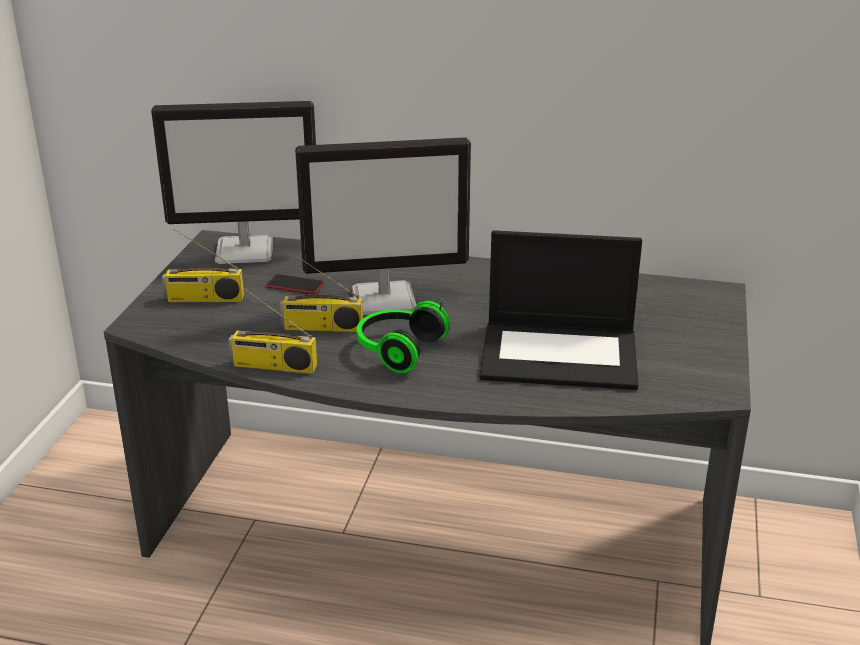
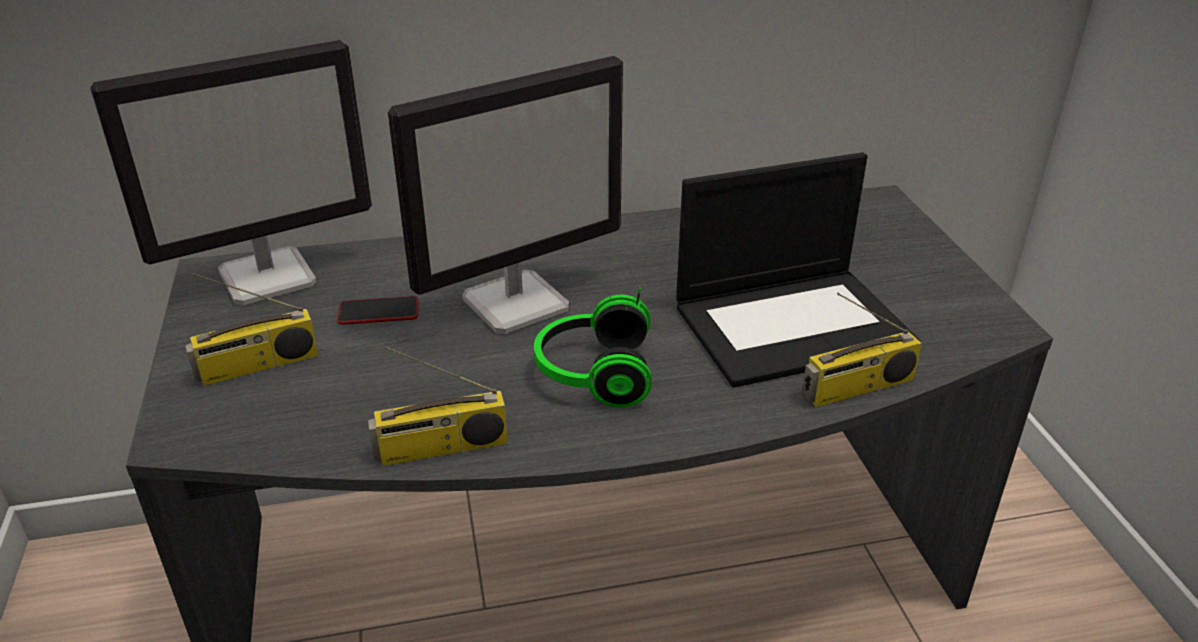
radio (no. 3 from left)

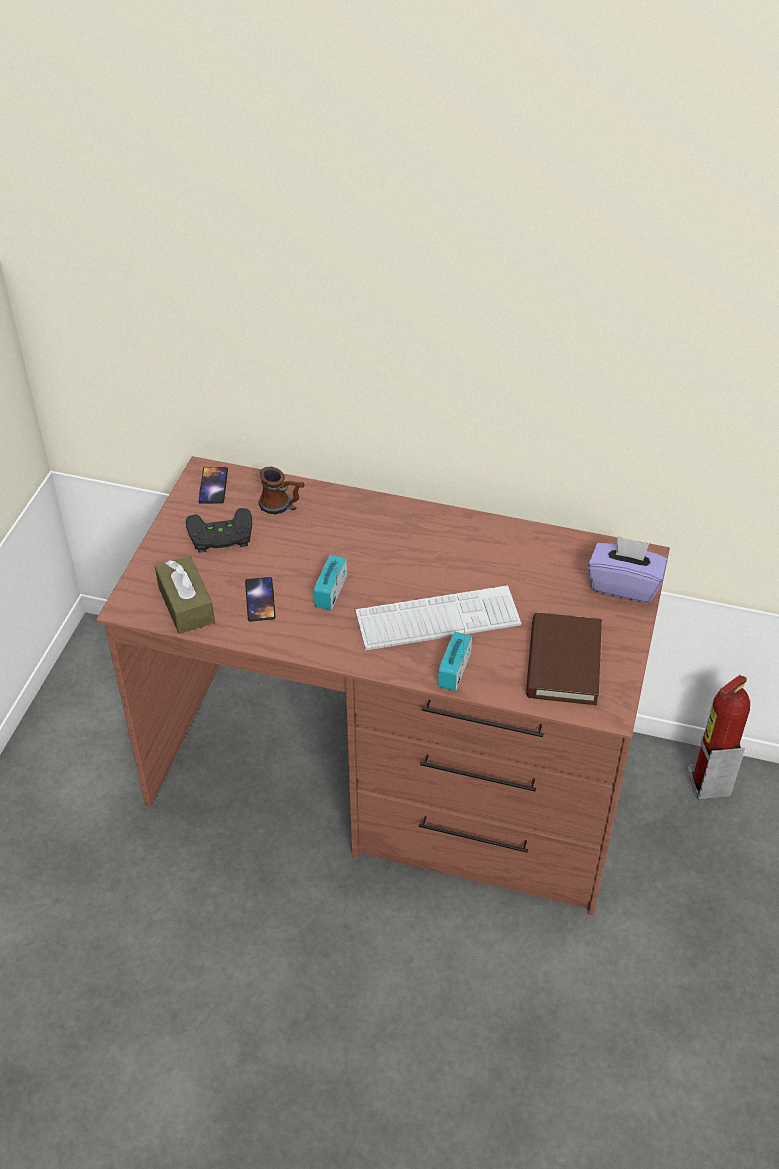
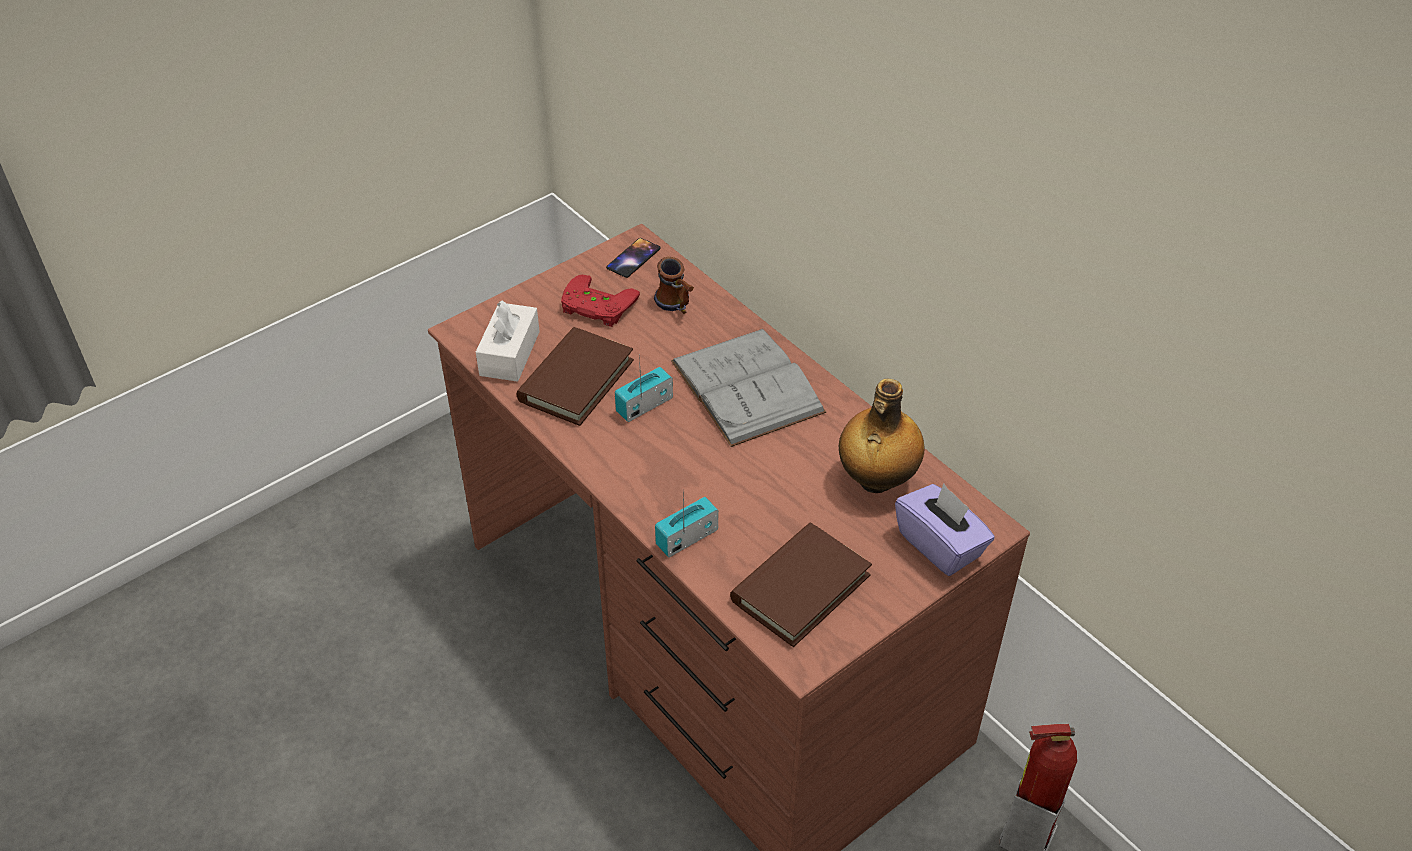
pad do gier [czerwony]
pudełko chusteczek [biały]
książka [brązowy] (no. 1 from left)
klawiatura
książka [szary]
butelka

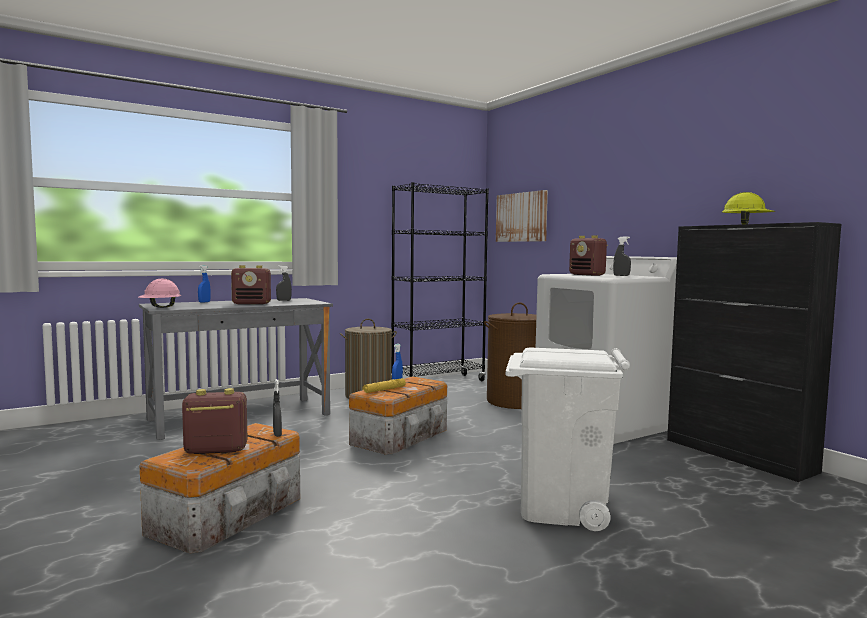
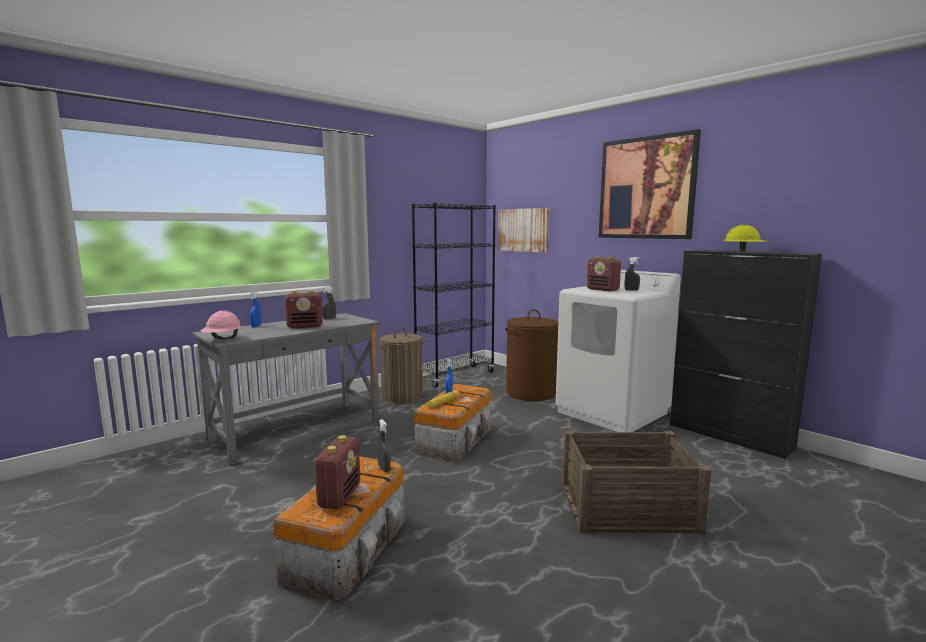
skrzynka
radio (no. 2 from left)
obraz (no. 2 from left)

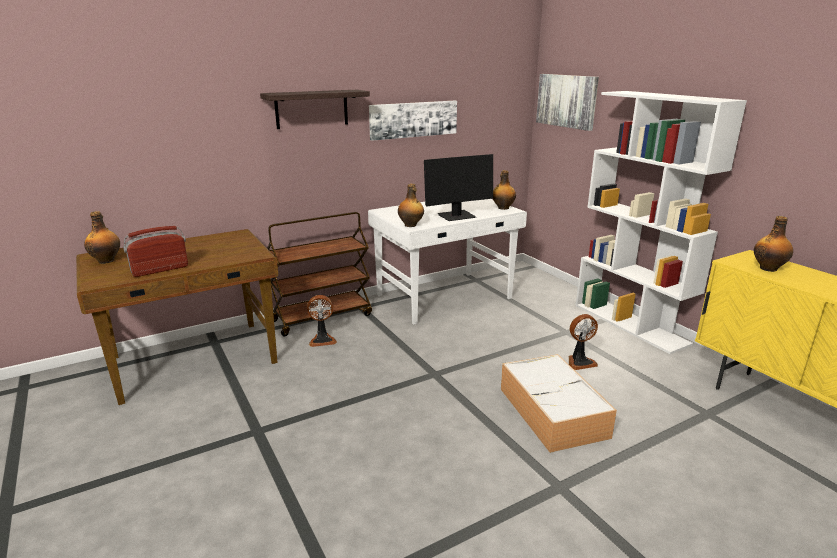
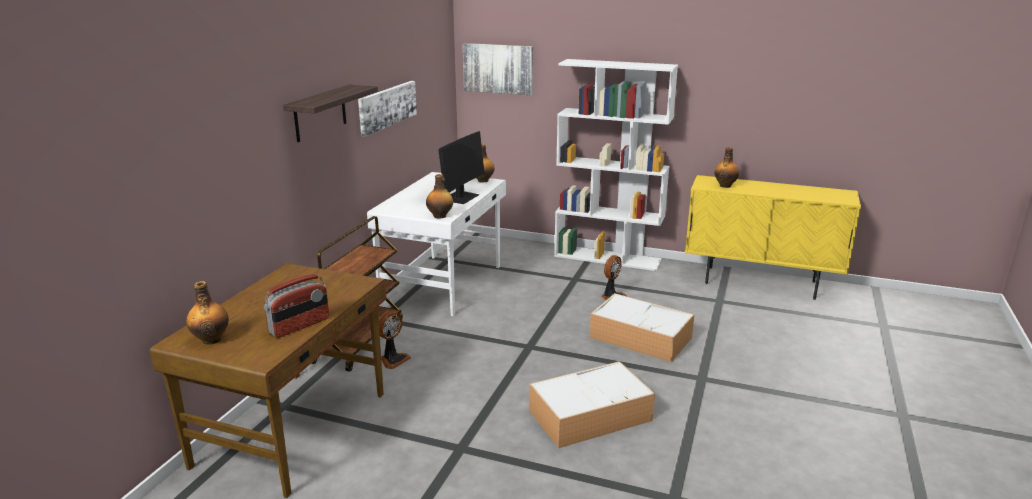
radio
pojemnik do przechowywania (no. 1 from left)

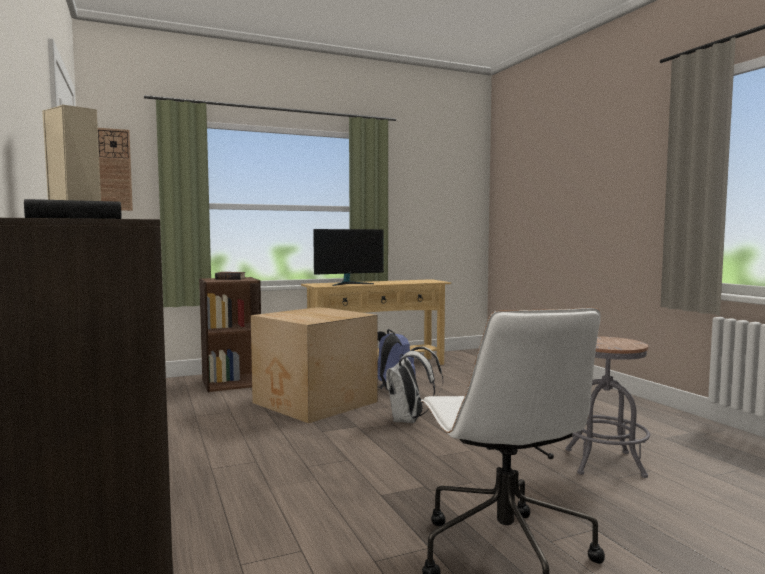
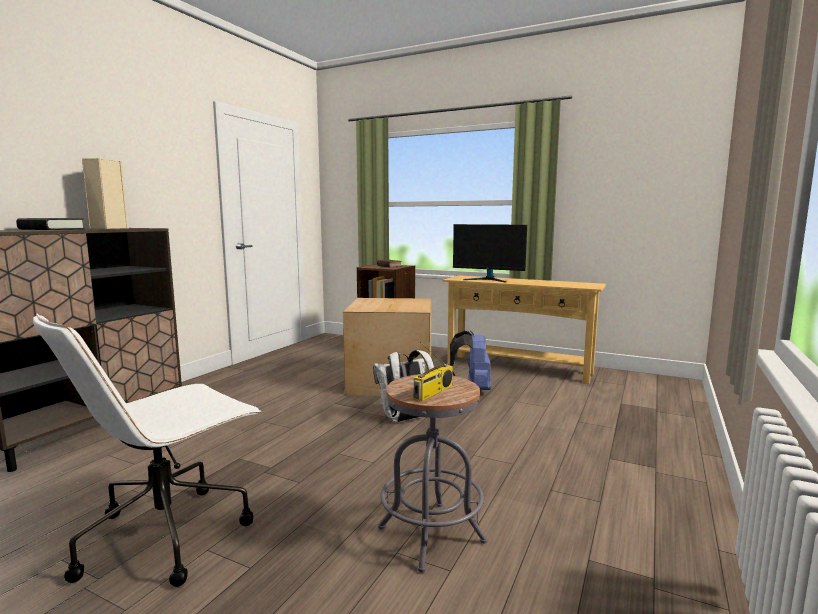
zegar ścienny
radio

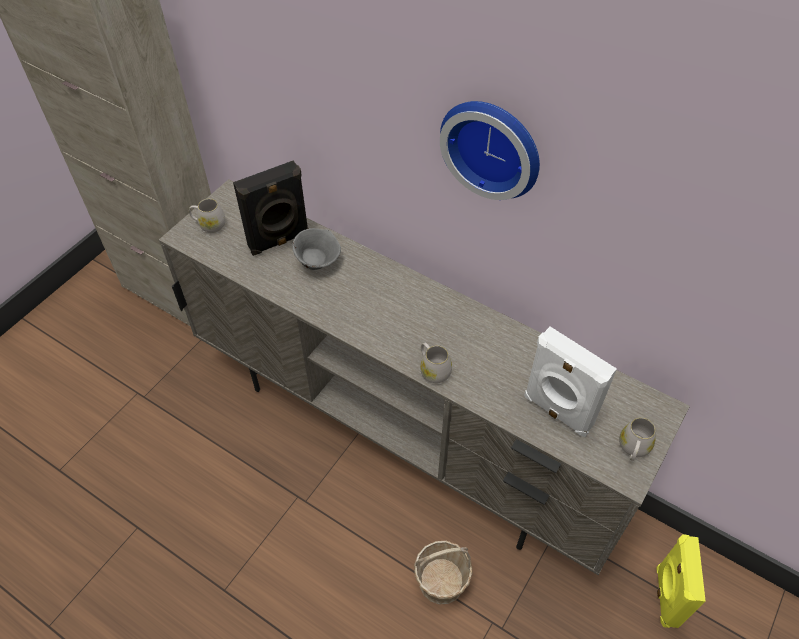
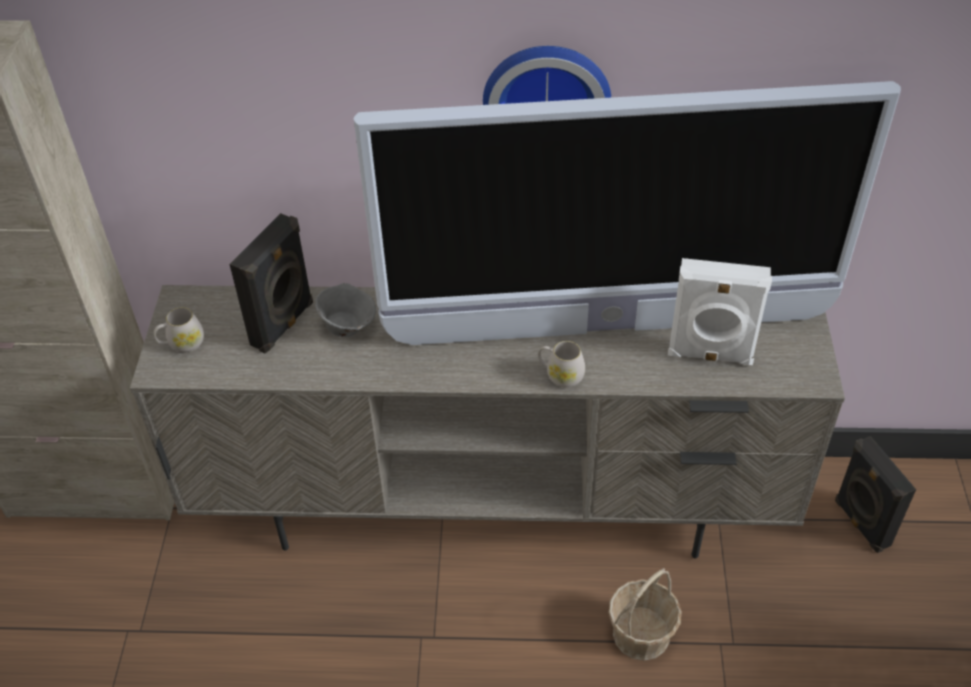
kubek [biały] (no. 3 from left in the first image)
głośnik [czarny] (no. 2 from left)
telewizor

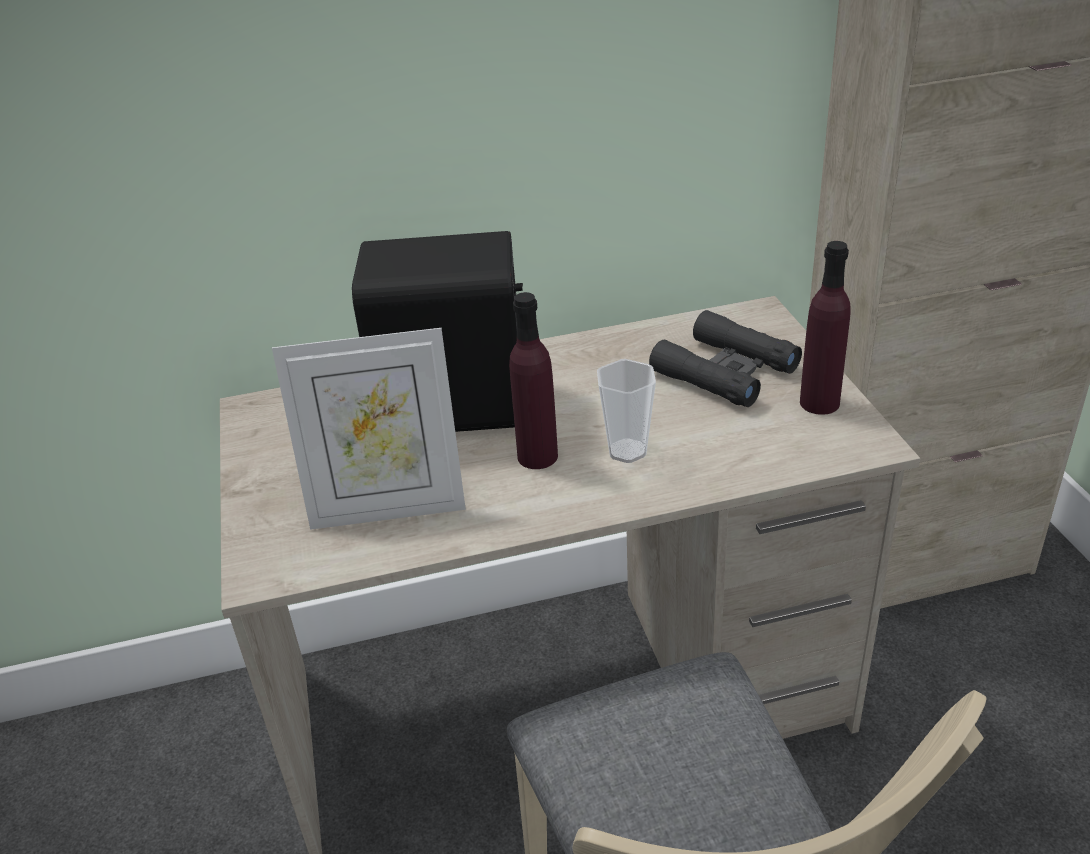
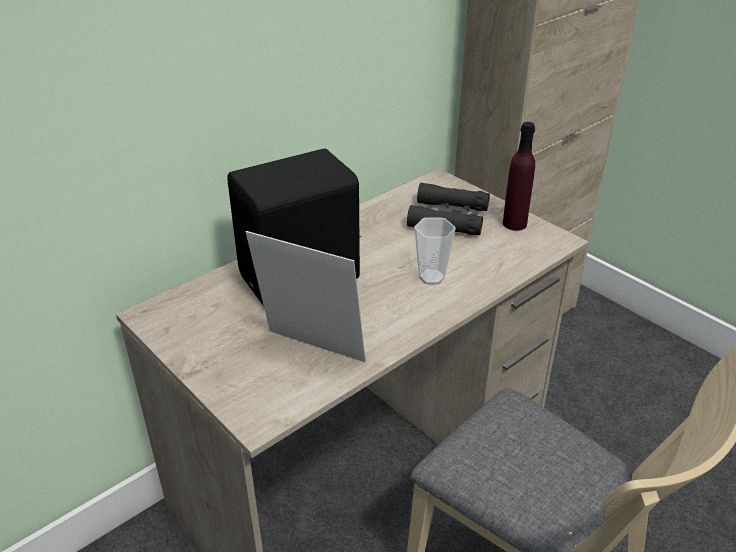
butelka [fioletowy] (no. 1 from left in the first image)
ramka na zdjęcie

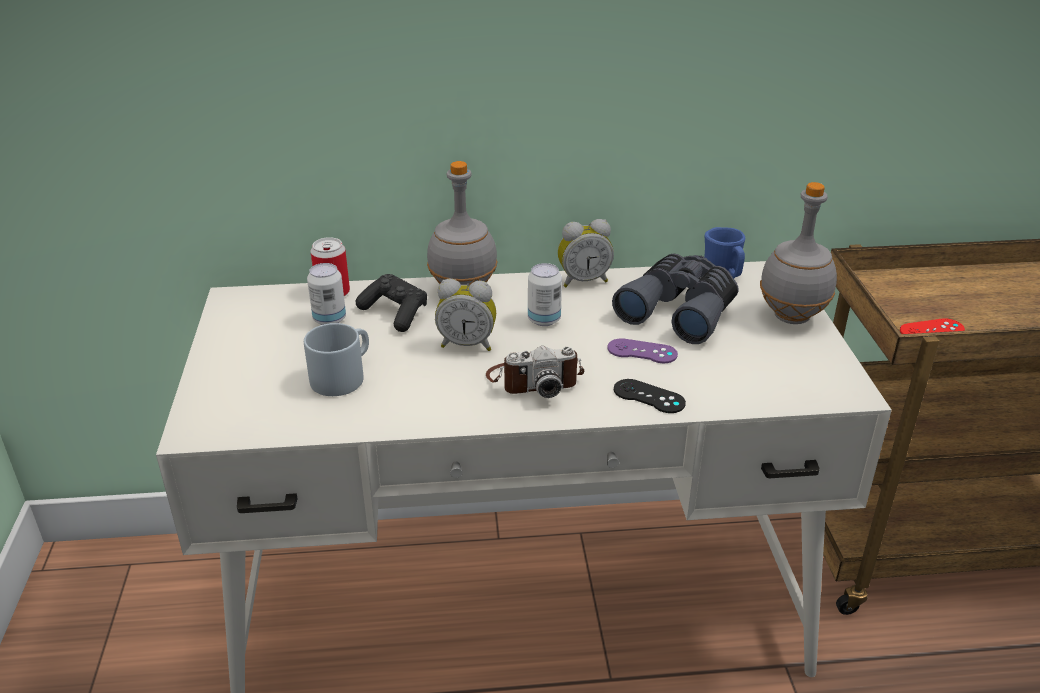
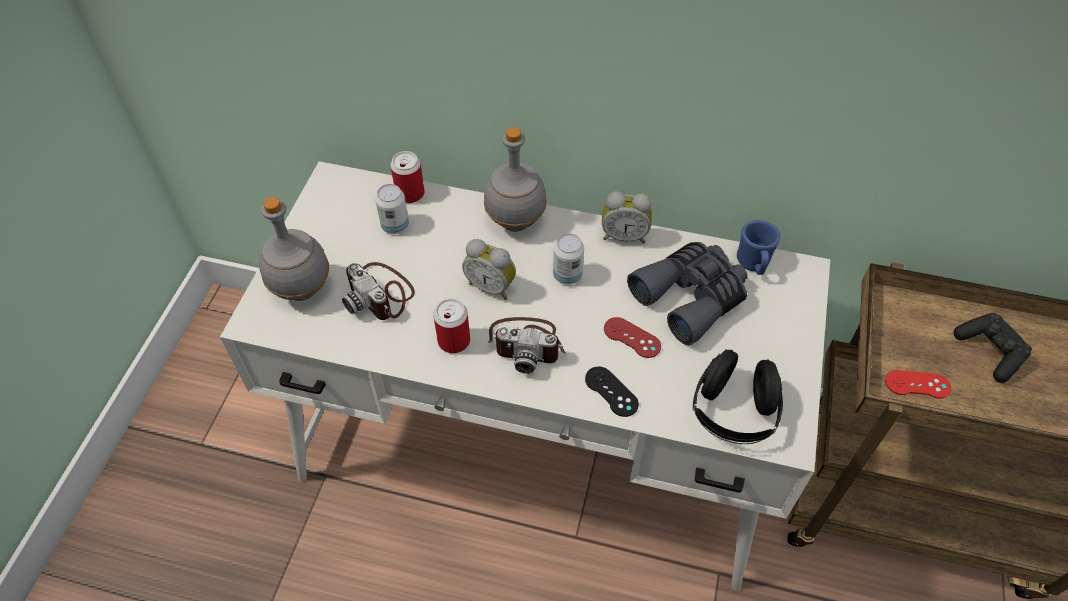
butelka [szary] (no. 1 from left)
pad do gier [czarny] (no. 2 from left)
aparat fotograficzny (no. 1 from left)
pad do gier [czerwony] (no. 1 from left)
puszka (no. 3 from left)
słuchawki [czarny]

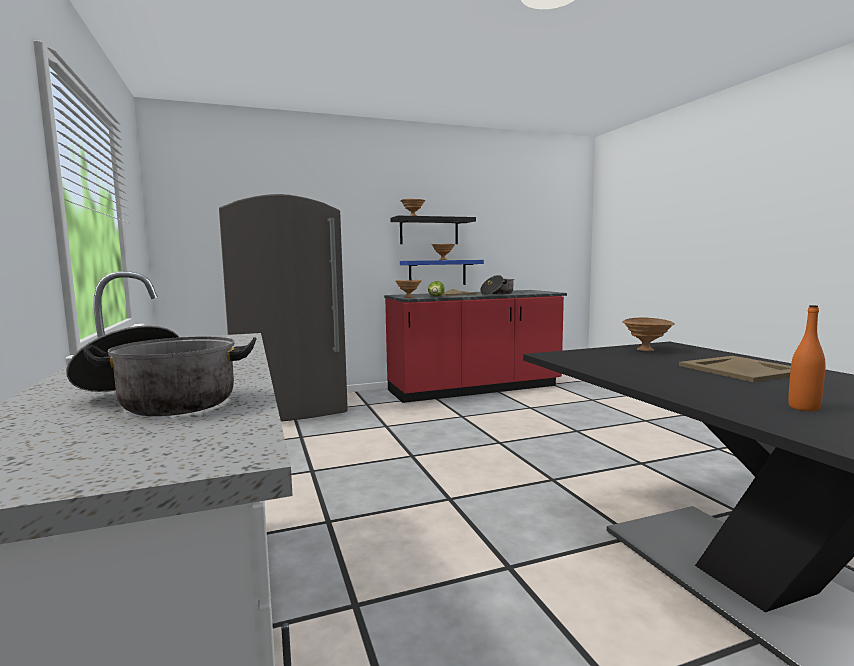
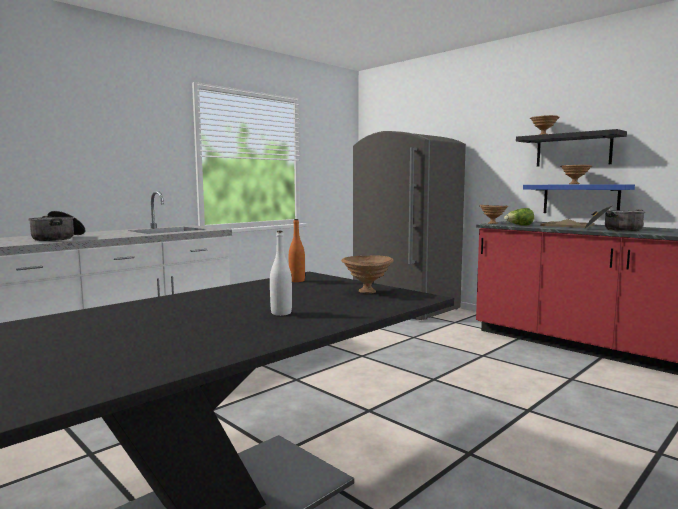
butelka [pomarańczowy]
butelka [biały]

